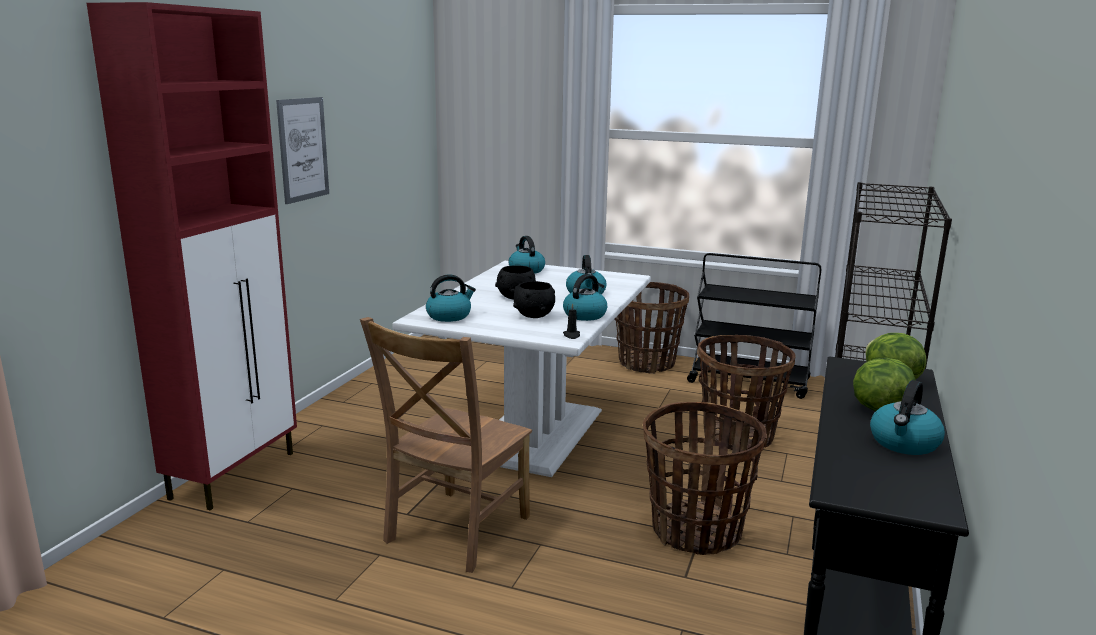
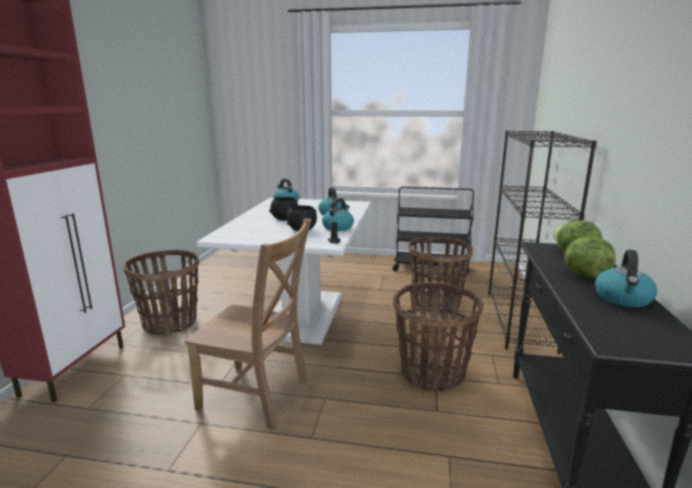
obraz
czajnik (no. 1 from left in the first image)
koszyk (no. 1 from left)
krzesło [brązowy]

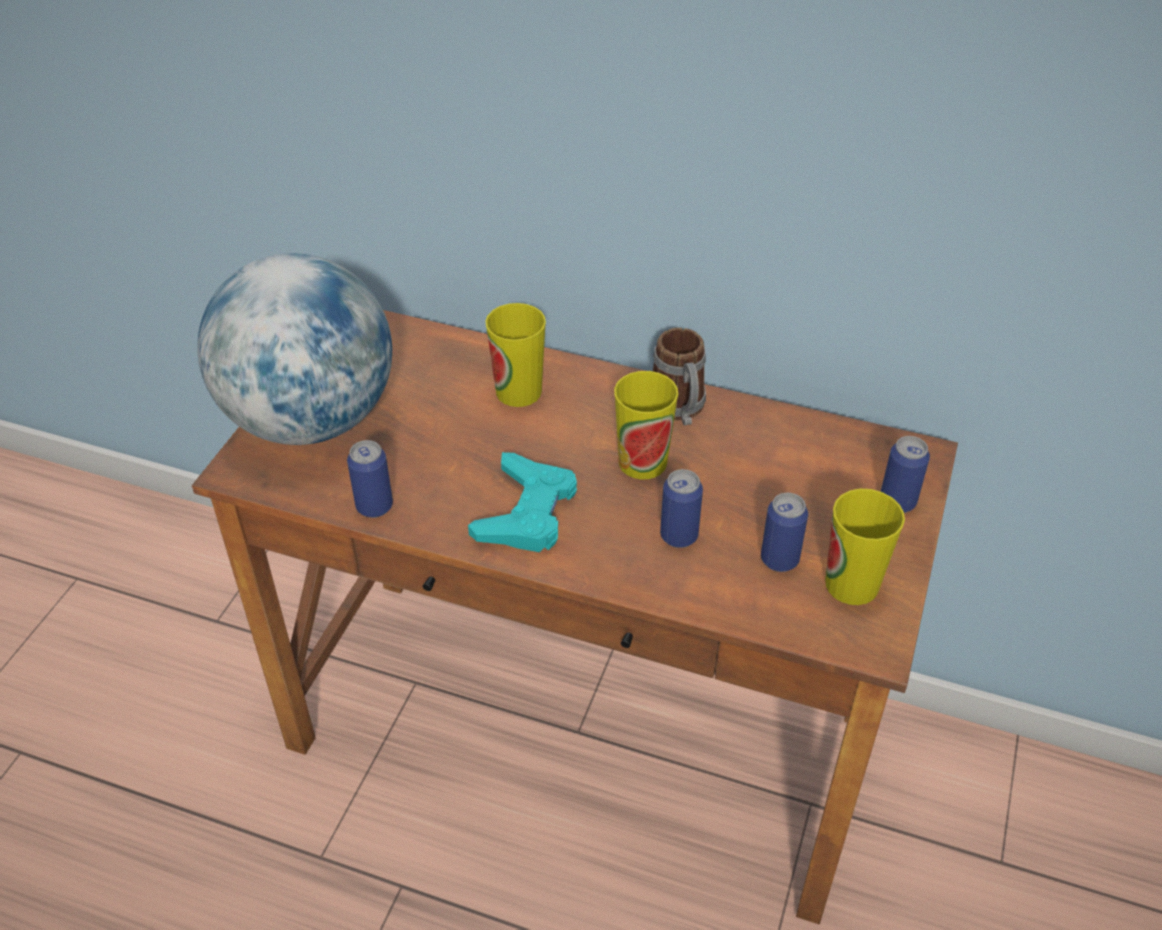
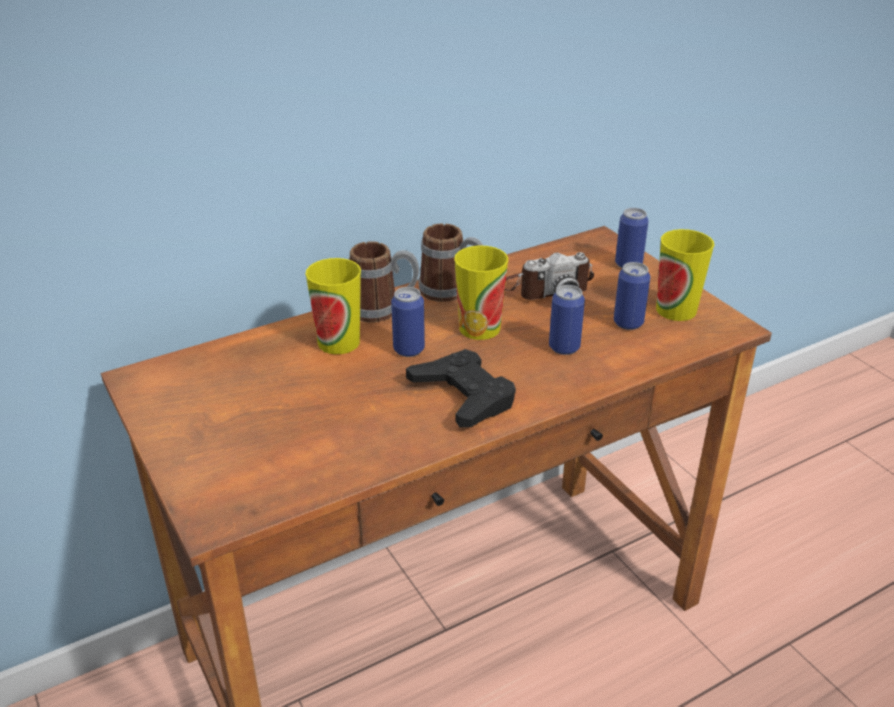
globus
puszka (no. 1 from left)
pad do gier [czarny]
kubek (no. 1 from left)
aparat fotograficzny

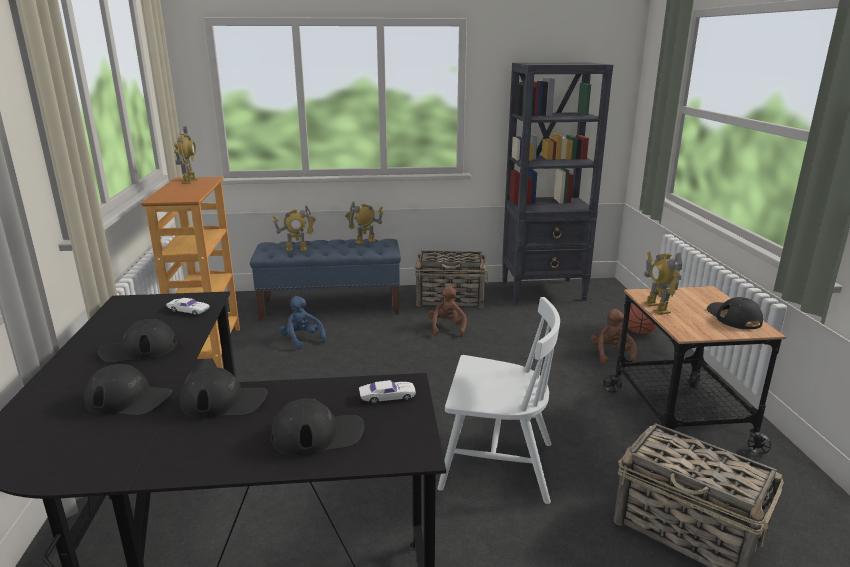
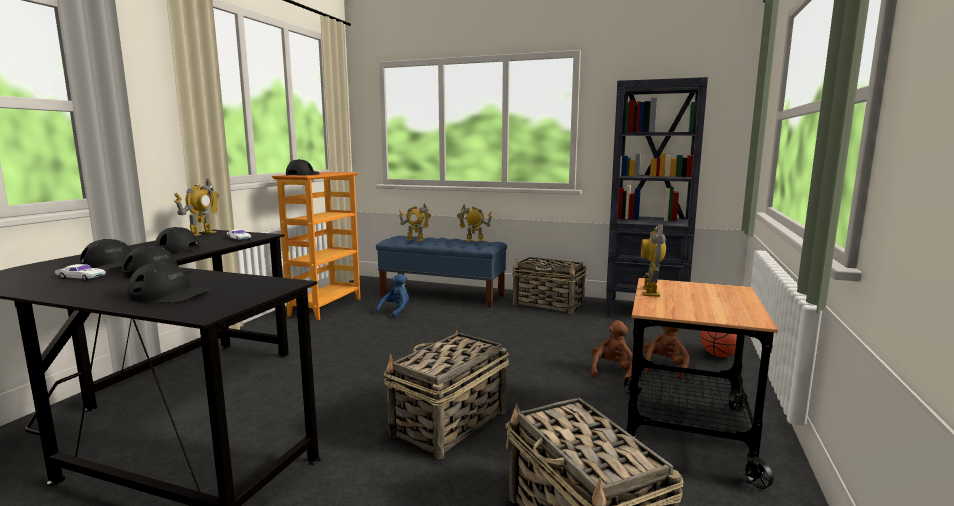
robot zabawkowy (no. 1 from left)
pluszak [brązowy] (no. 1 from left)
pluszak [niebieski]
koszyk (no. 1 from left)
czapka z daszkiem [czarny] (no. 5 from left)
samochodzik [biały] (no. 1 from left)

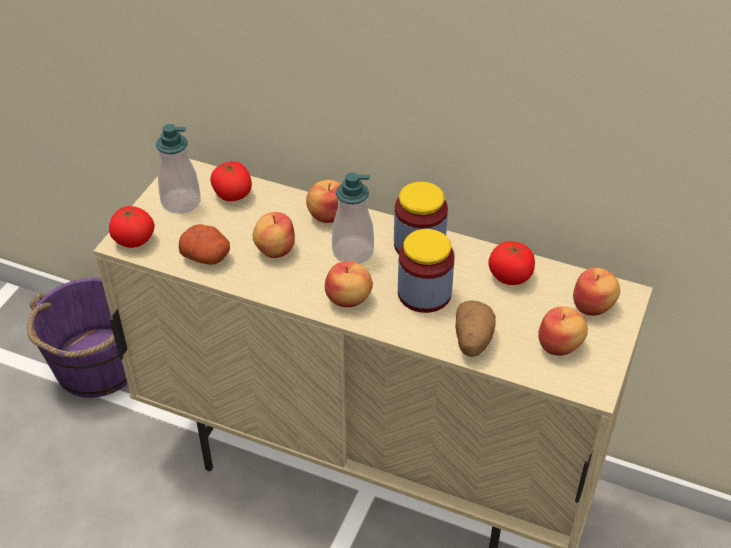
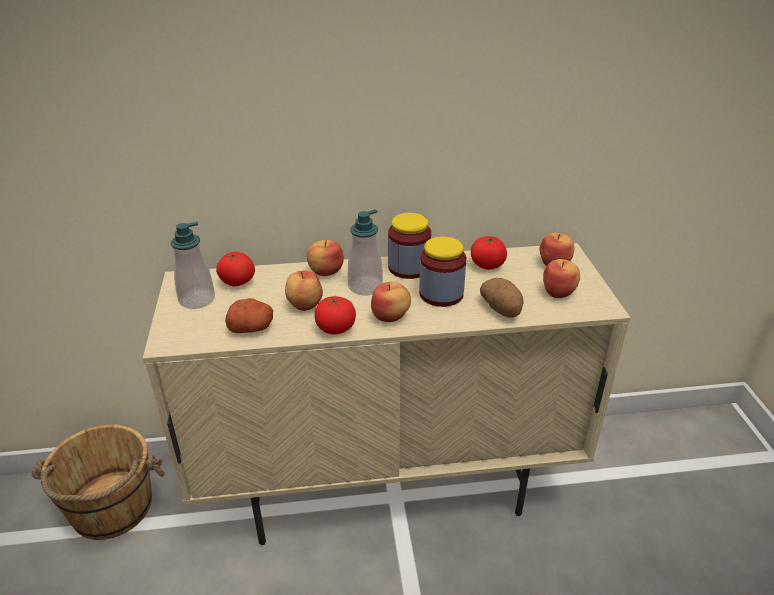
pomidor (no. 2 from left)
wiadro [brązowy]

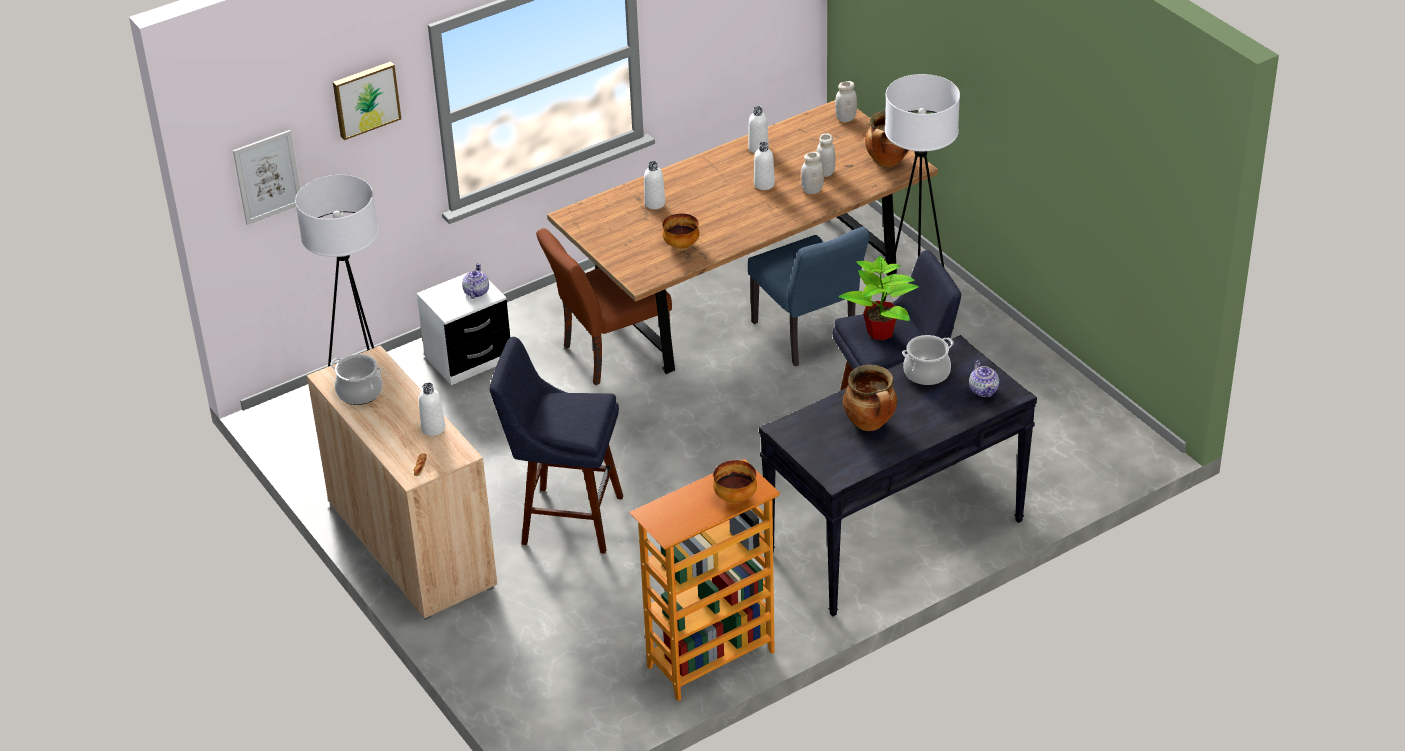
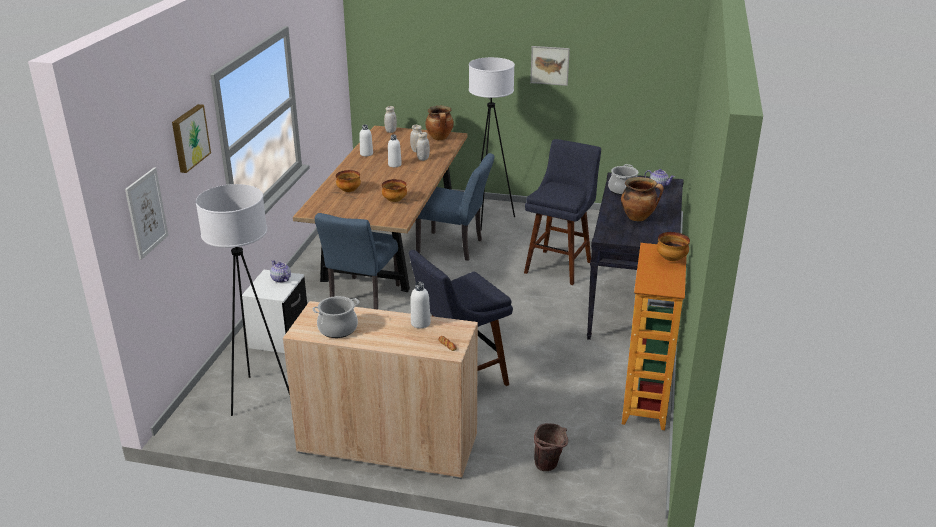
miska (no. 1 from left)
krzesło [niebieski] (no. 1 from left)
roślina doniczkowa
obraz (no. 3 from left)
wiadro [brązowy]

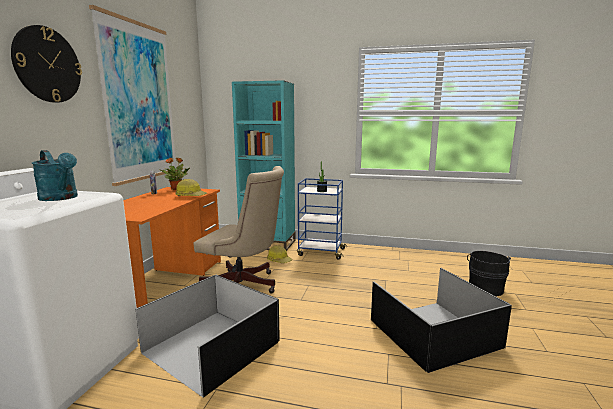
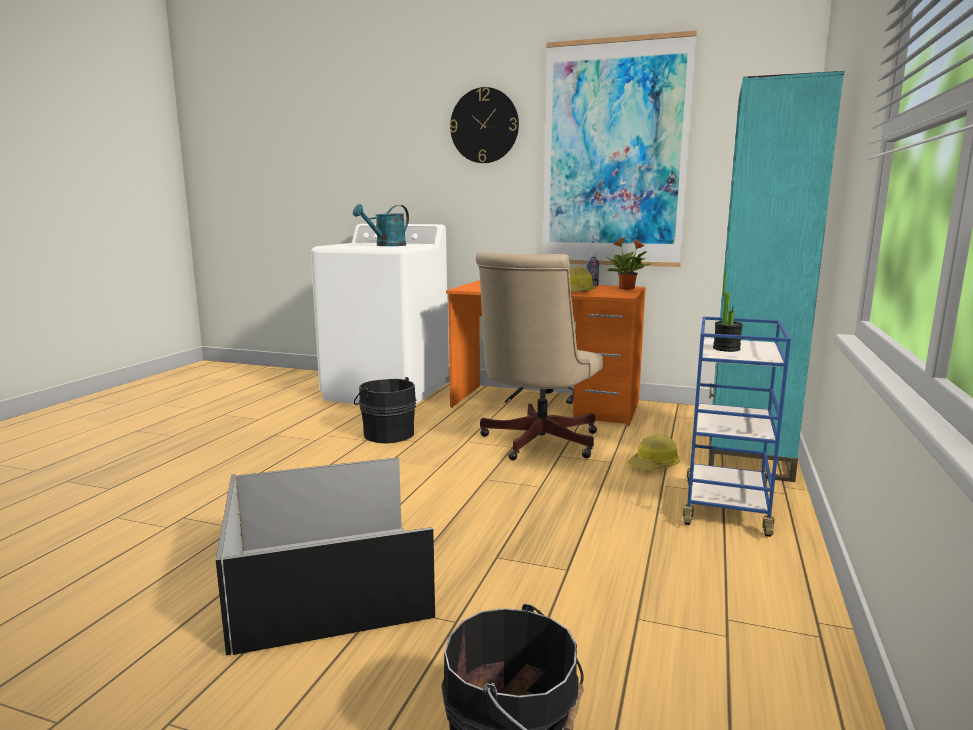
wiadro [czarny] (no. 1 from left)

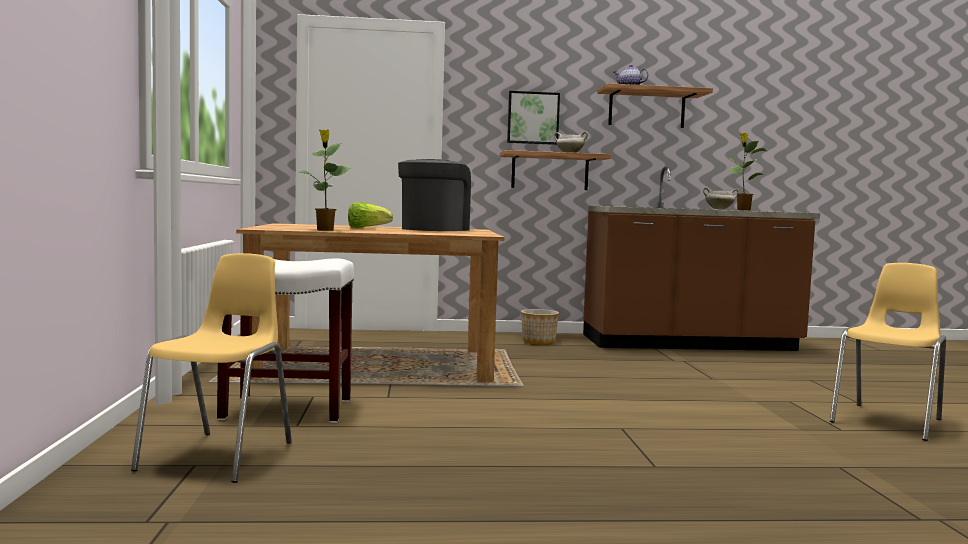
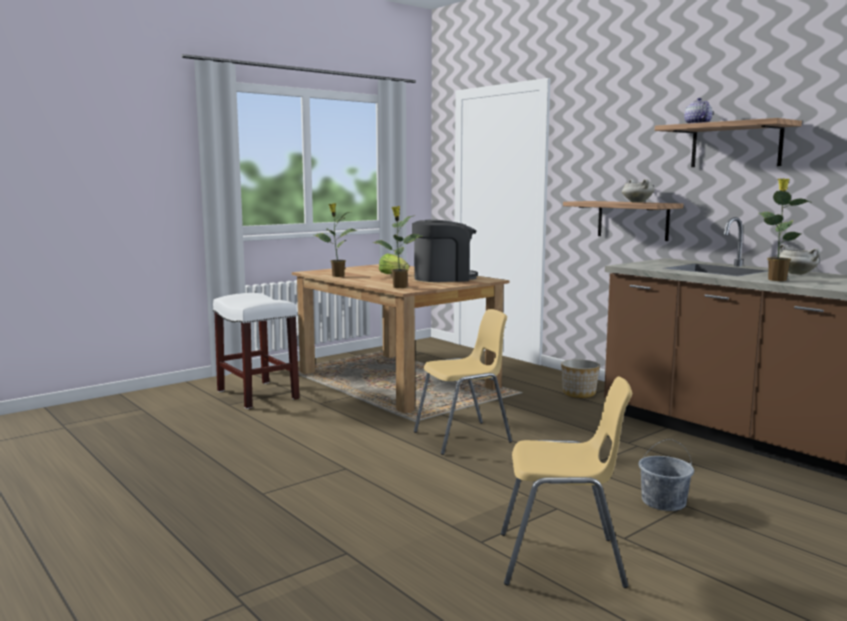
obraz
krzesło [żółty] (no. 1 from left)
roślina doniczkowa (no. 2 from left)
wiadro [szary]

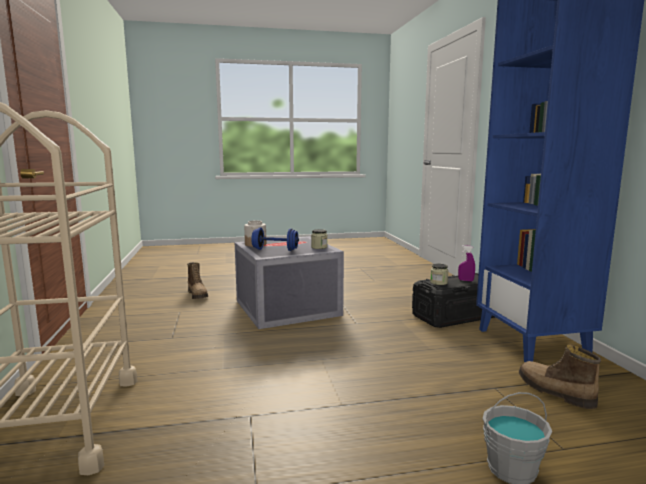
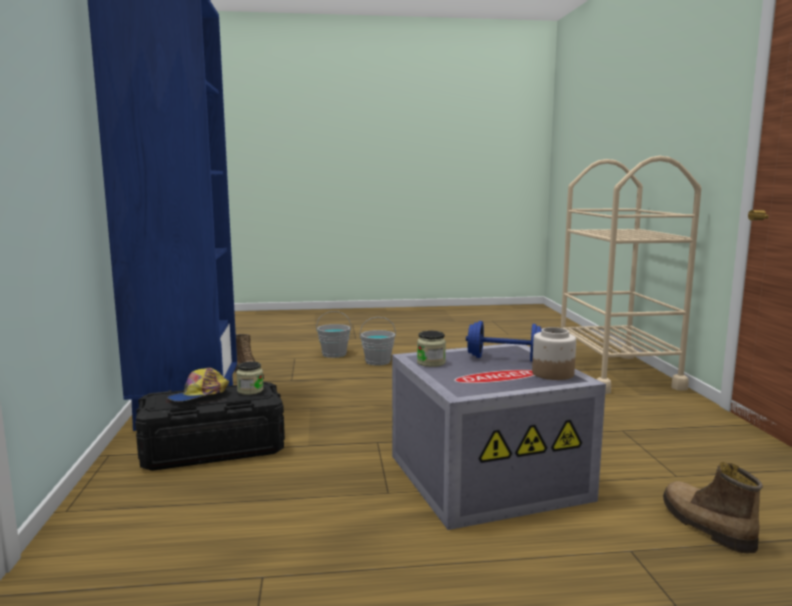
czapka z daszkiem
wiadro [szary] (no. 2 from left)

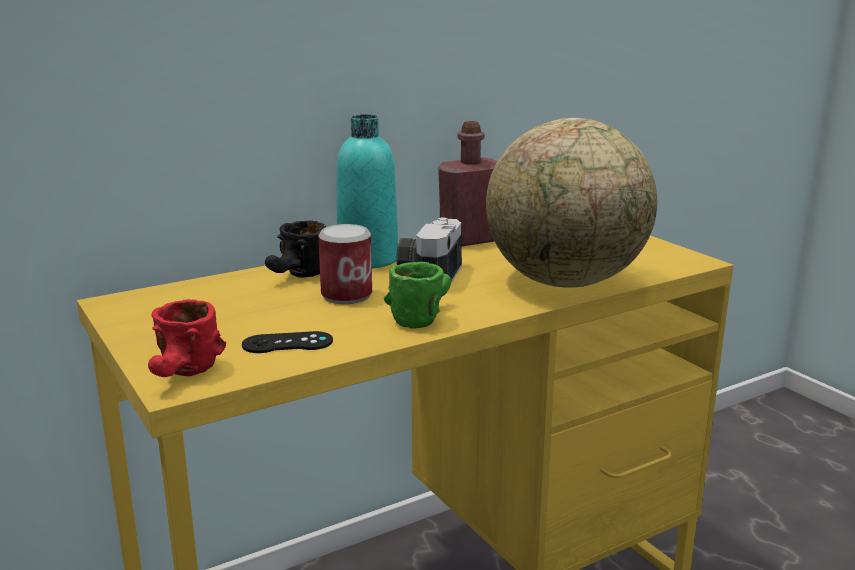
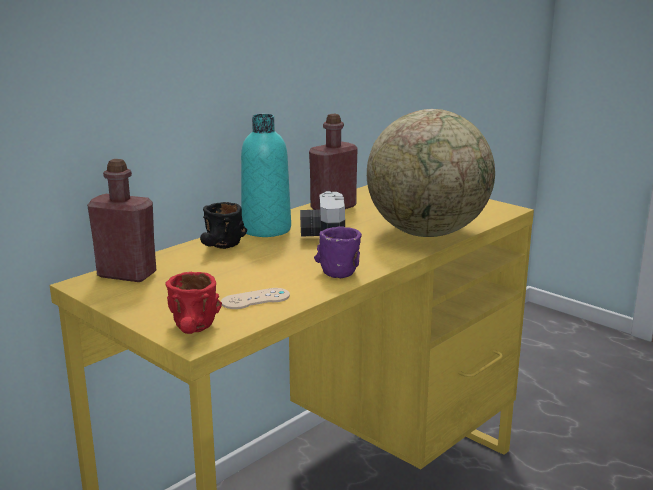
puszka
kubek [fioletowy]
pad do gier [beżowy]
butelka [czerwony] (no. 1 from left)

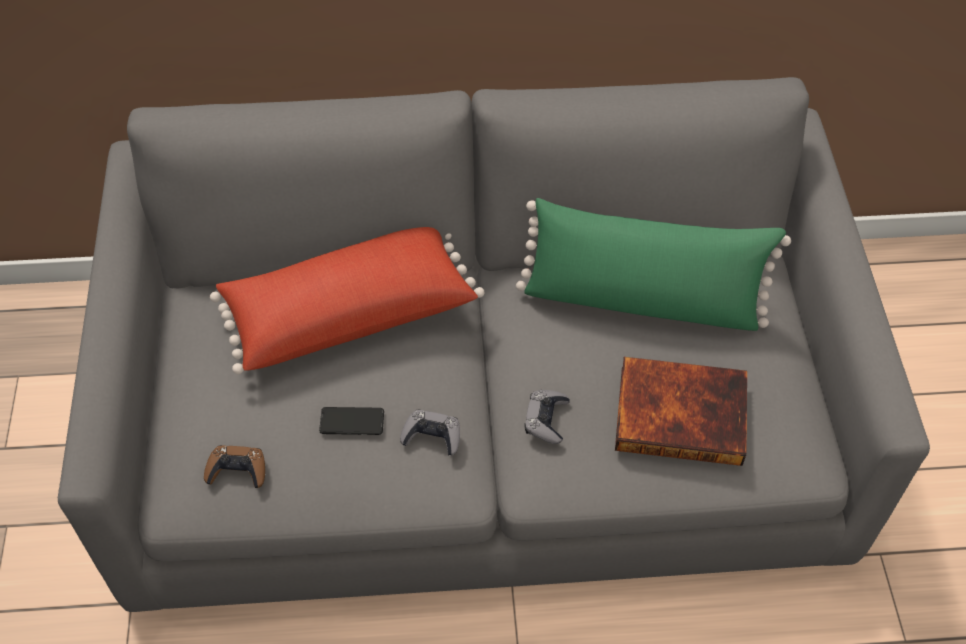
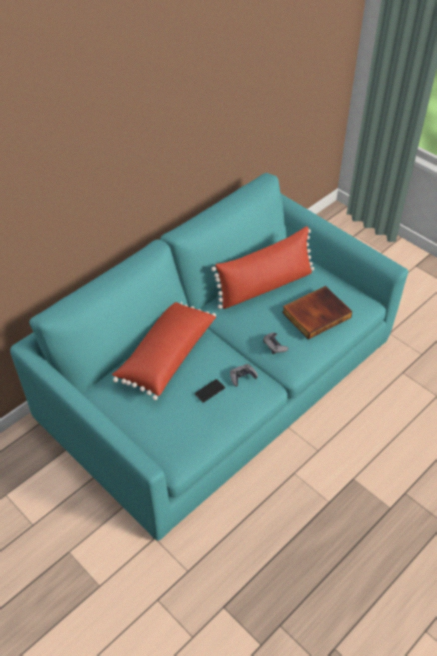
kanapa [turkusowy]
poduszka [czerwony] (no. 2 from left)
pad do gier [brązowy]

